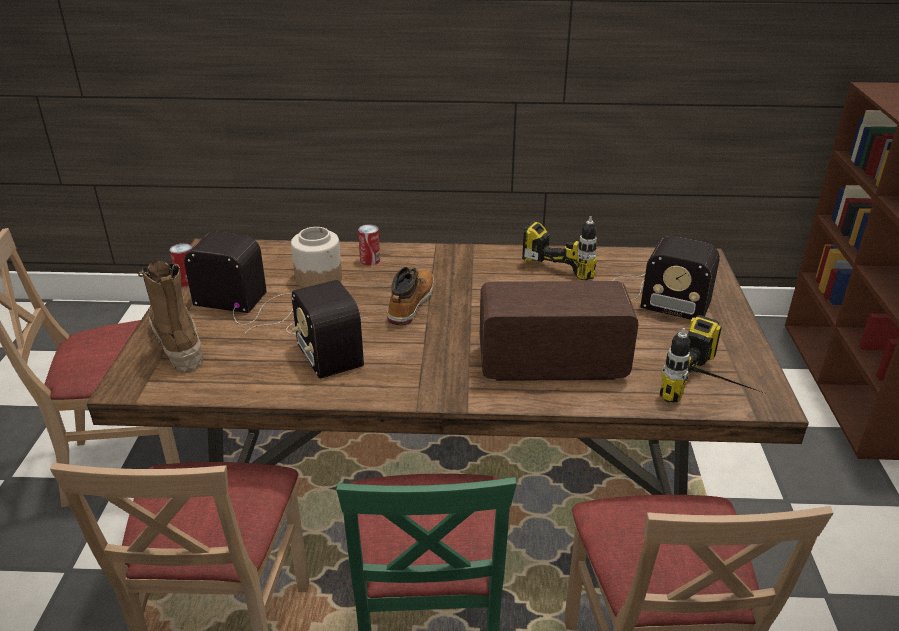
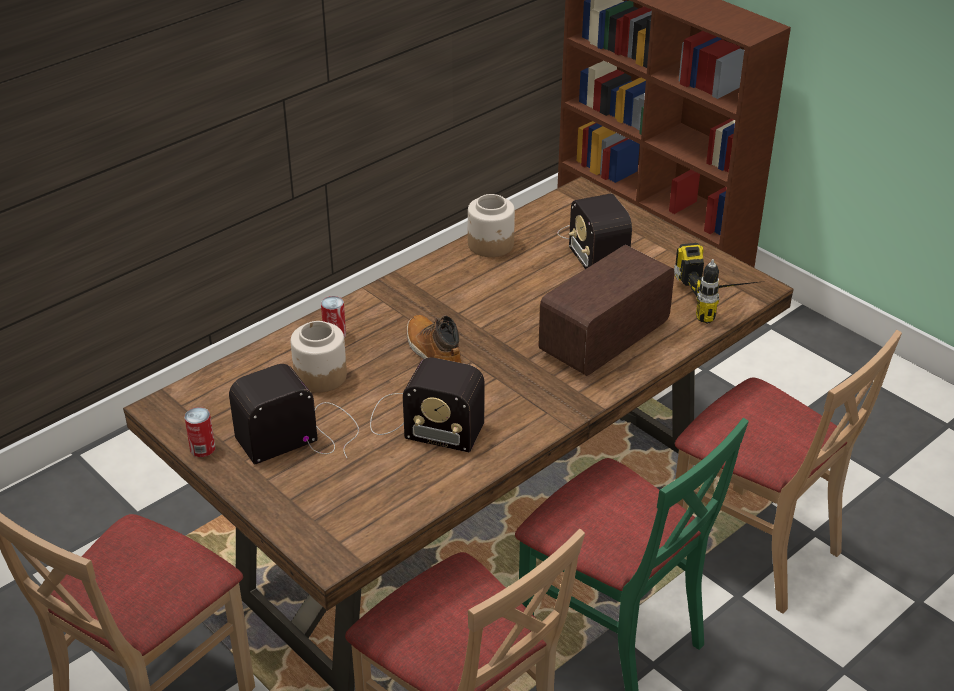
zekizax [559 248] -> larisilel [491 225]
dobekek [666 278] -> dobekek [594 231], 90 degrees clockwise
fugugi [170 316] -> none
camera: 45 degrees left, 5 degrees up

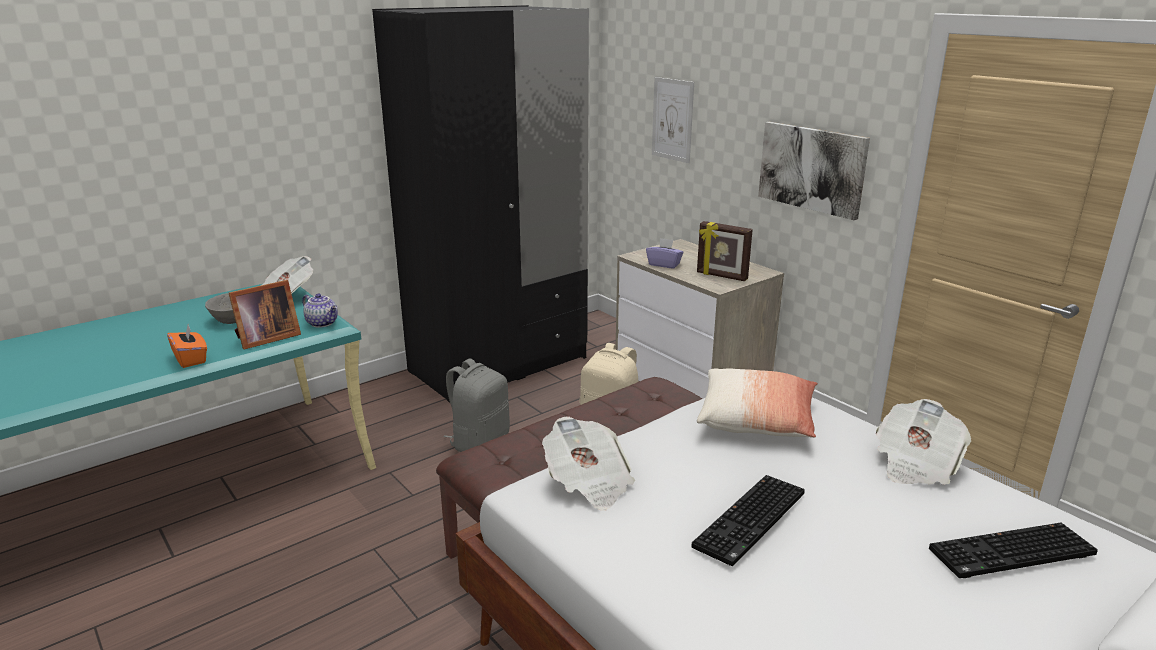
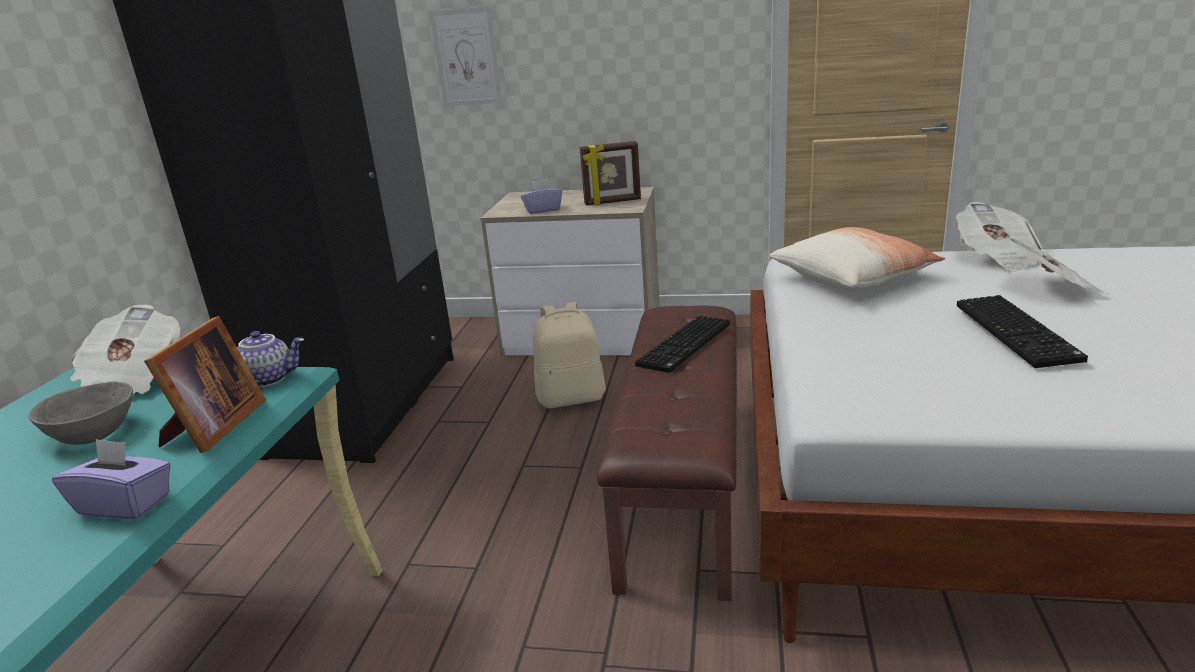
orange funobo [187 346] -> purple funobo [111 479]
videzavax [1013 550] -> videzavax [682 344], move
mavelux [588 463] -> mavelux [1056 265], move
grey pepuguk [476 405] -> none
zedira [814 171] -> none
camera: 40 degrees left, 0 degrees up

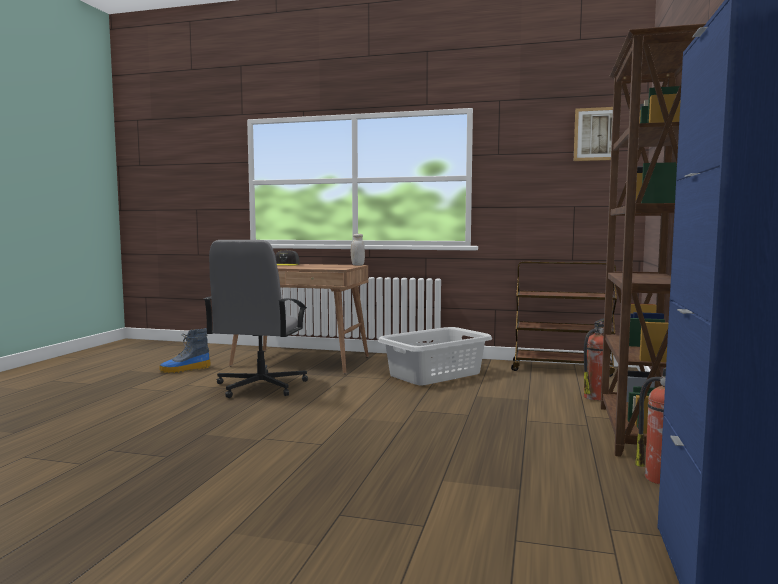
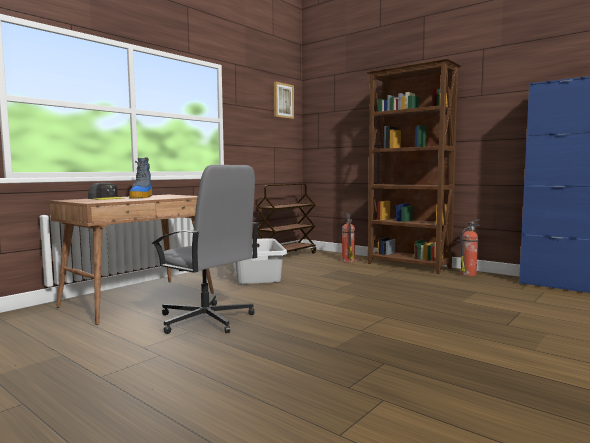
fugugi [185 350] -> fugugi [141 177], move
white larisilel [358 250] -> none
camera: 65 degrees left, 0 degrees up

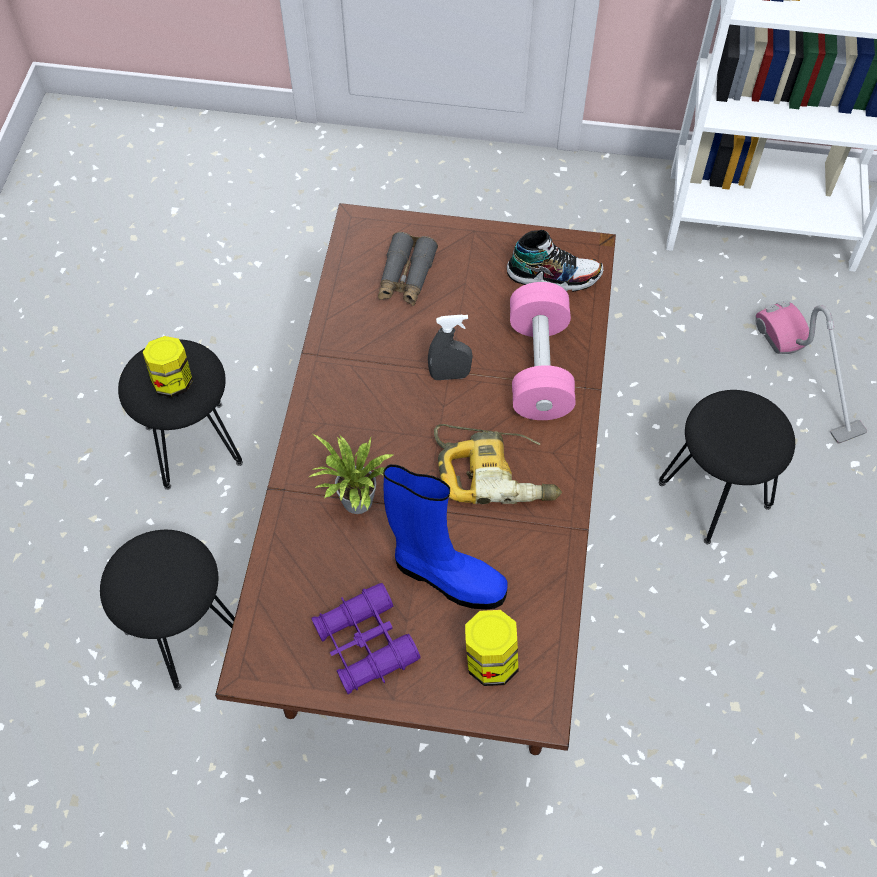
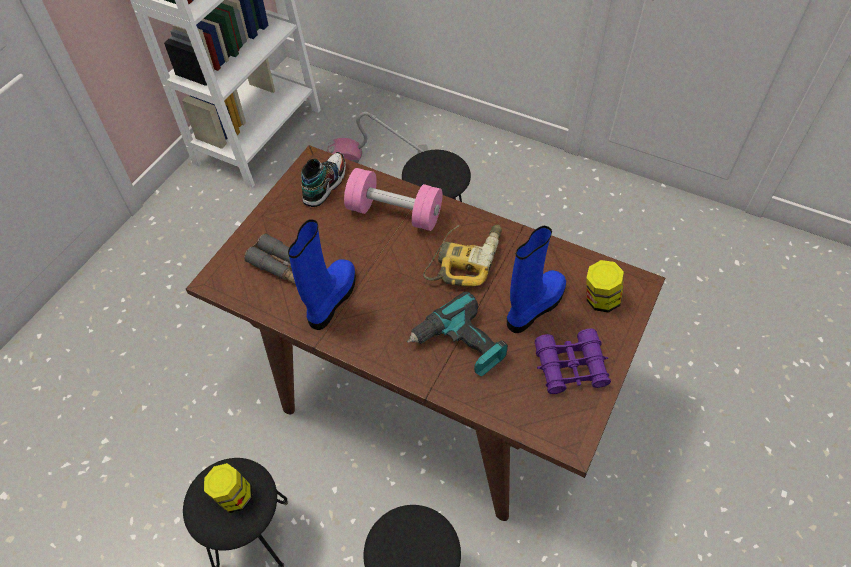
none -> blue fugugi [322 275]
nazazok [351 474] -> zekizax [457 334]
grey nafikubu [450 347] -> none
camera: 70 degrees left, 5 degrees down

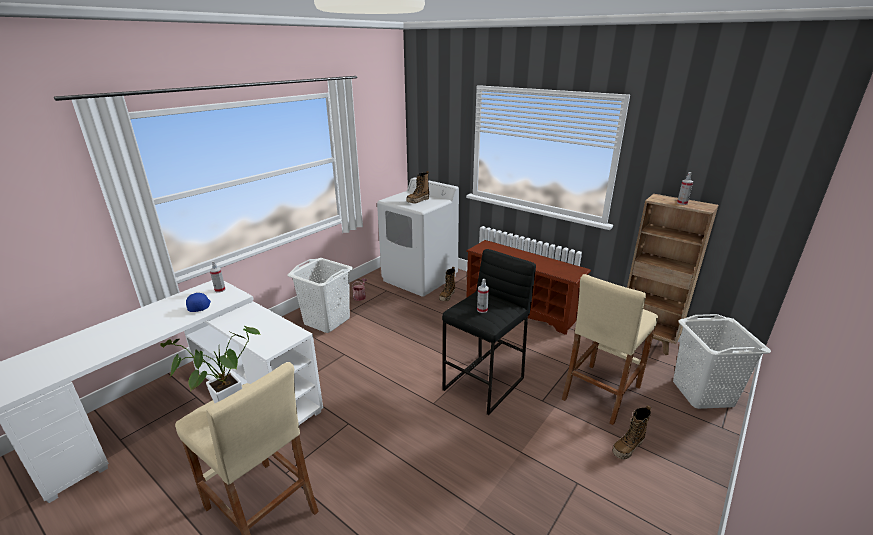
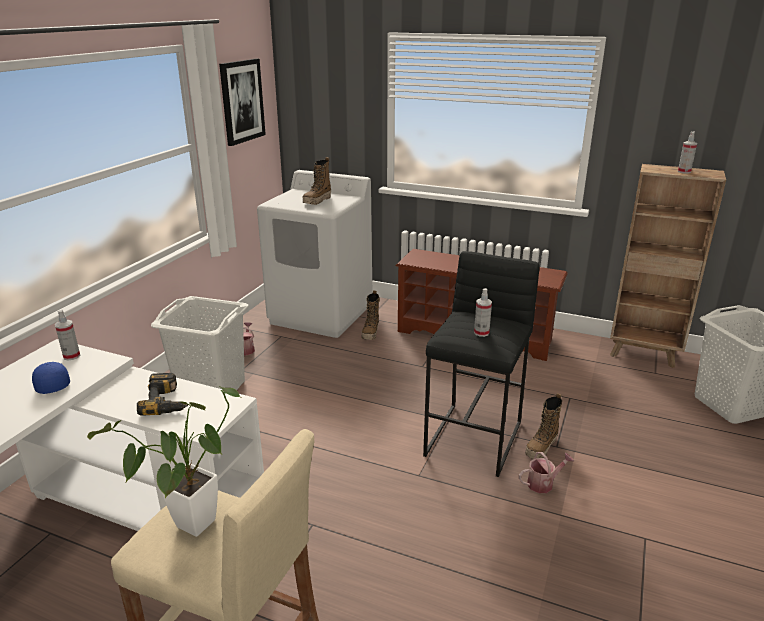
none -> zekizax [162 394]
none -> zedira [242 102]
none -> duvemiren [546 472]
fugugi [631 432] -> fugugi [543 426], move
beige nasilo [610 349] -> none
camera: 15 degrees left, 0 degrees up

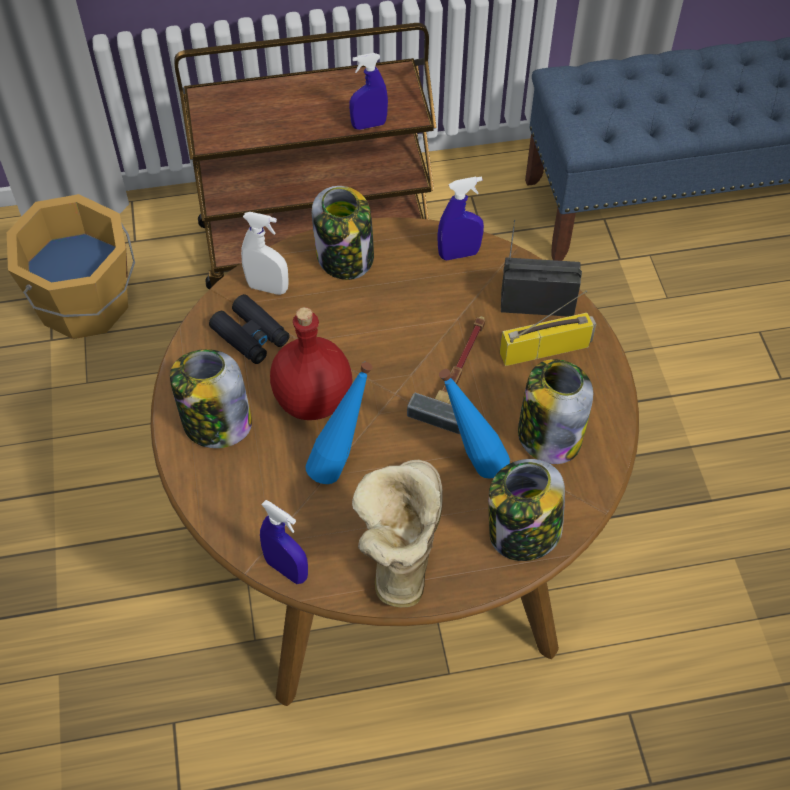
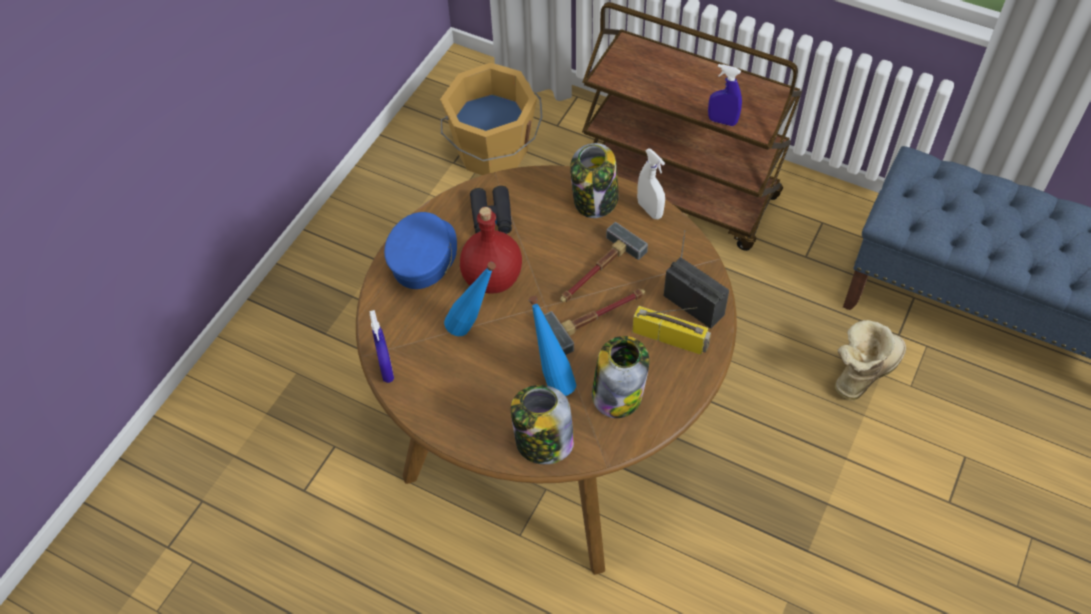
larisilel [211 398] -> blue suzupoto [420 250]
none -> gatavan [604 262]
white nafikubu [265 253] -> white nafikubu [651 183], move
fugugi [397 533] -> fugugi [870 360], move
blue nafikubu [460 218] -> none
camera: 40 degrees right, 0 degrees up

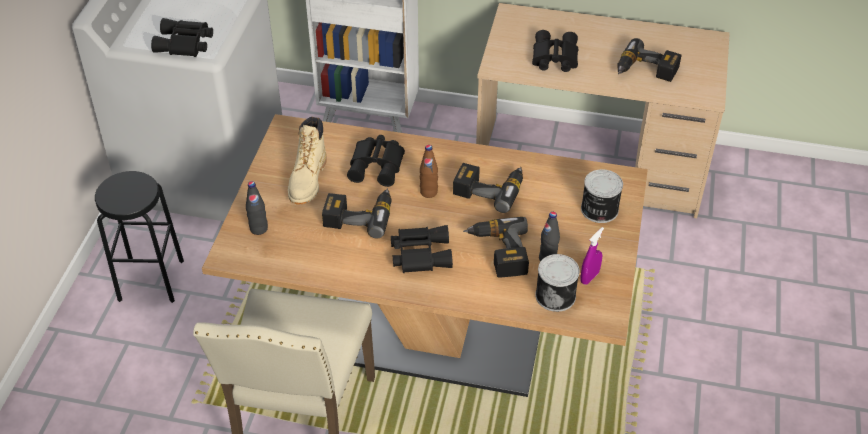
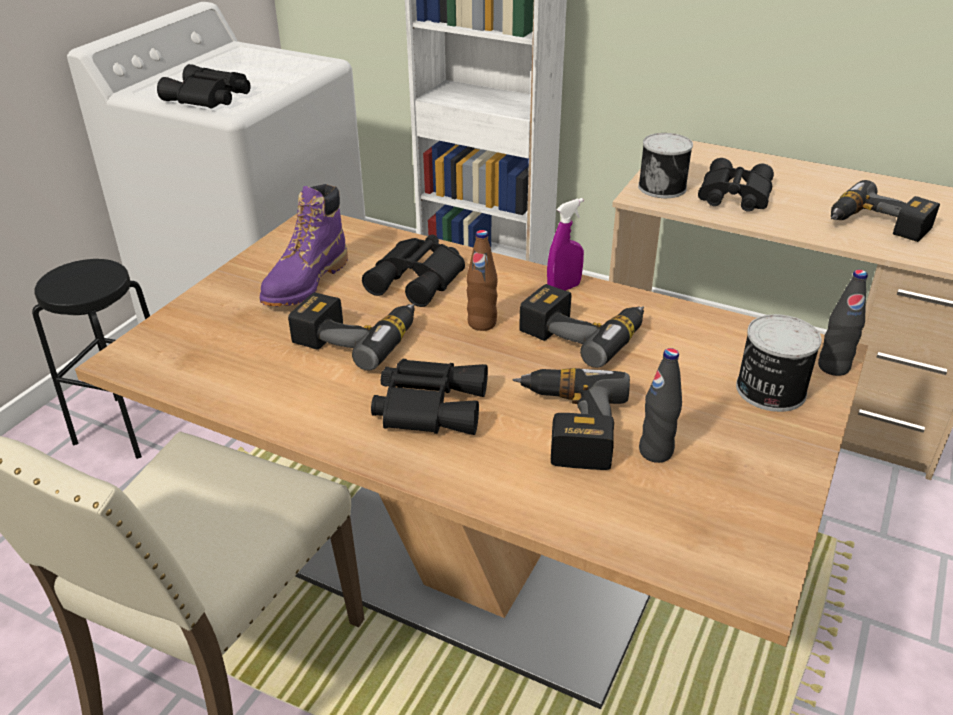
beige fugugi [307 161] -> purple fugugi [304 245]
purple nafikubu [592 256] -> purple nafikubu [565 244], move
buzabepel [557 283] -> buzabepel [665 165], move
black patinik [257 208] -> black patinik [843 323], move
camera: 15 degrees right, 10 degrees down

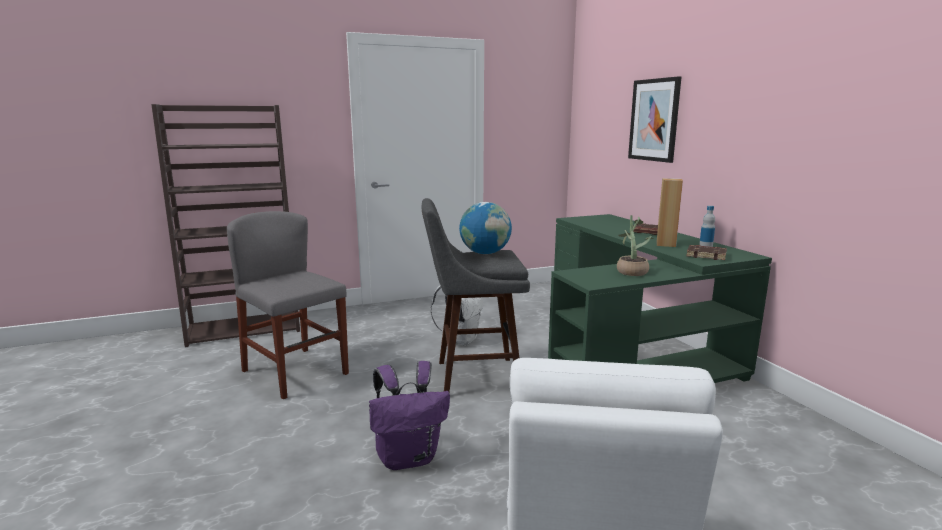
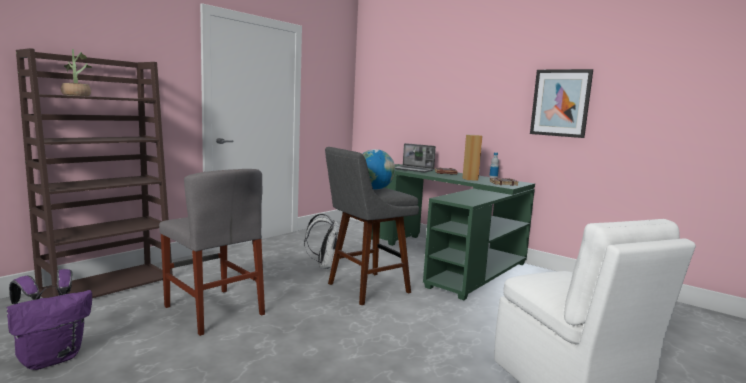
purple pepuguk [409 415] -> purple pepuguk [49 319], move
nazazok [635 245] -> nazazok [76 72], move
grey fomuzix [288 305] -> grey fomuzix [212 252], 150 degrees counterclockwise
none -> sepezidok [415 157]
zedira [654 119] -> zedira [561 103], move
camera: 30 degrees left, 5 degrees down

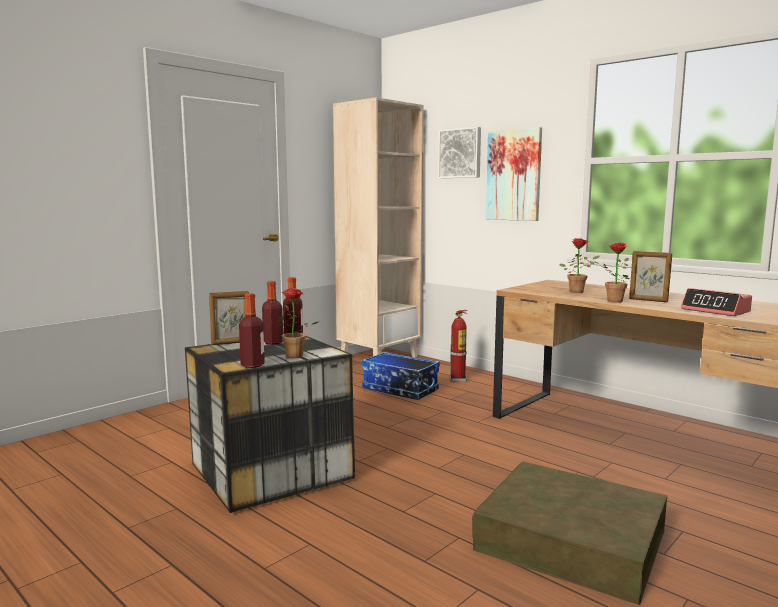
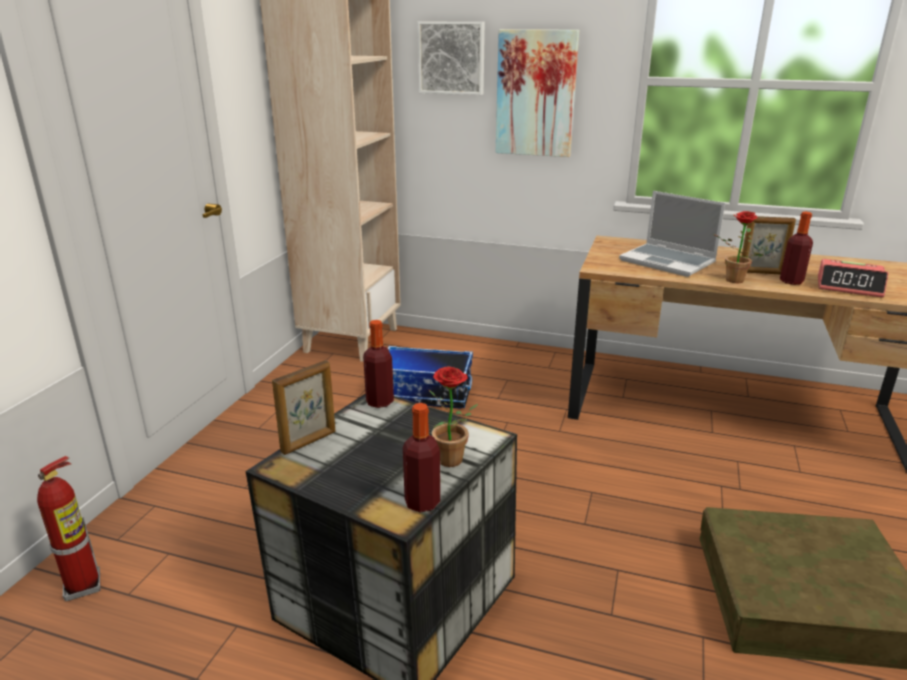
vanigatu [458 346] -> vanigatu [69 528], move
nazazok [579 265] -> sepezidok [672 234]
patinik [272 313] -> patinik [796 248], move
camera: 25 degrees left, 15 degrees up

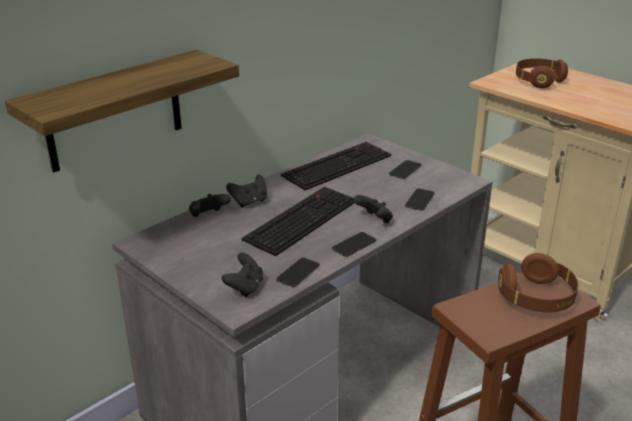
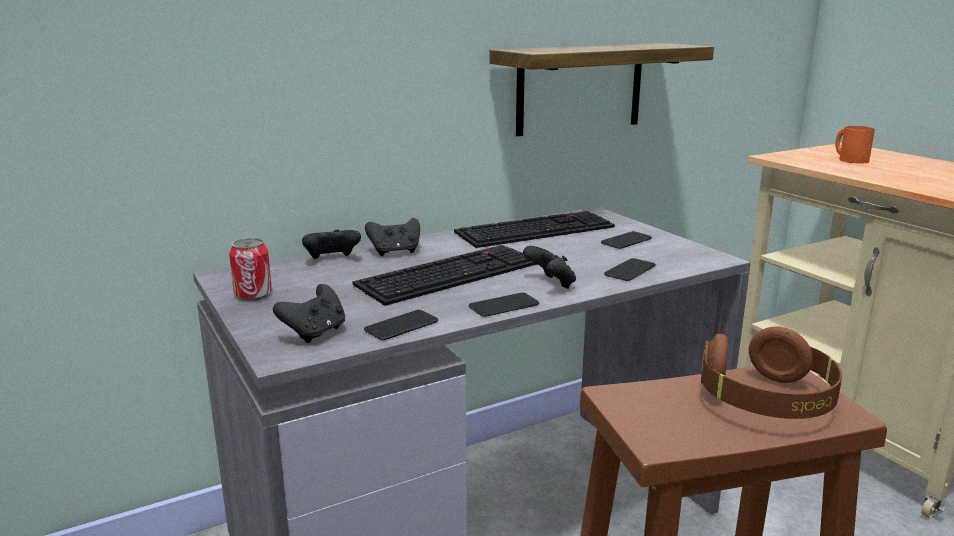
none -> buzabepel [250 269]
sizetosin [122 111] -> sizetosin [601 89], move
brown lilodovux [542 73] -> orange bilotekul [855 145]
camera: 15 degrees right, 10 degrees down

